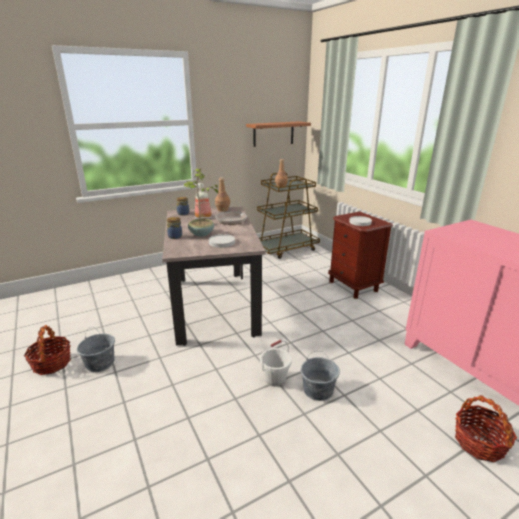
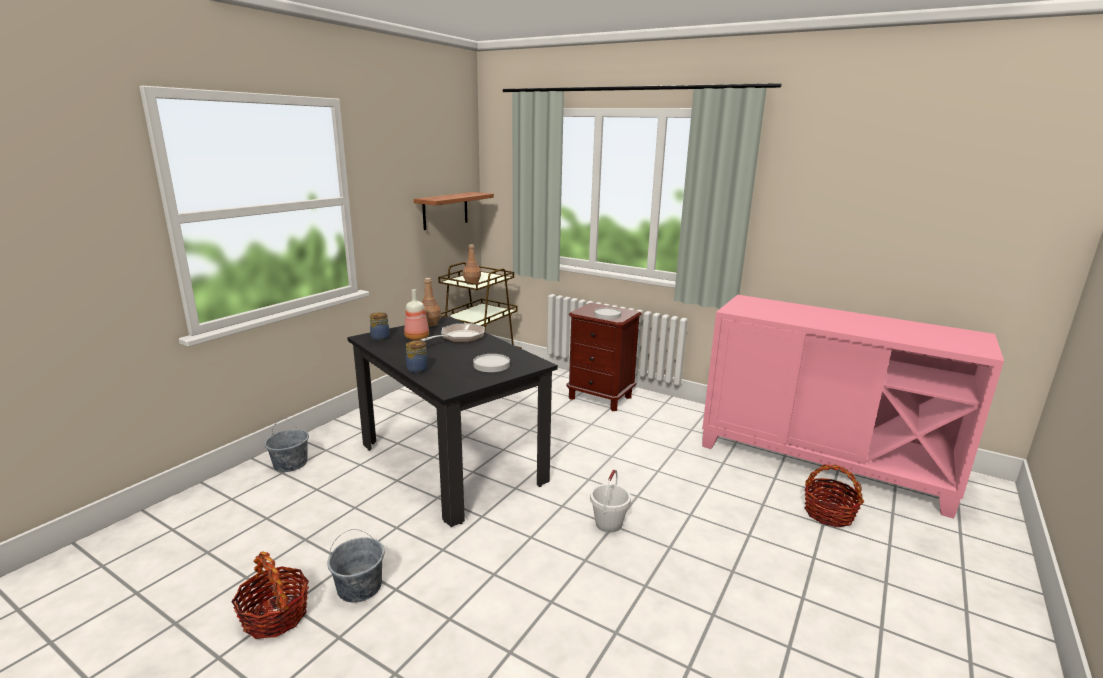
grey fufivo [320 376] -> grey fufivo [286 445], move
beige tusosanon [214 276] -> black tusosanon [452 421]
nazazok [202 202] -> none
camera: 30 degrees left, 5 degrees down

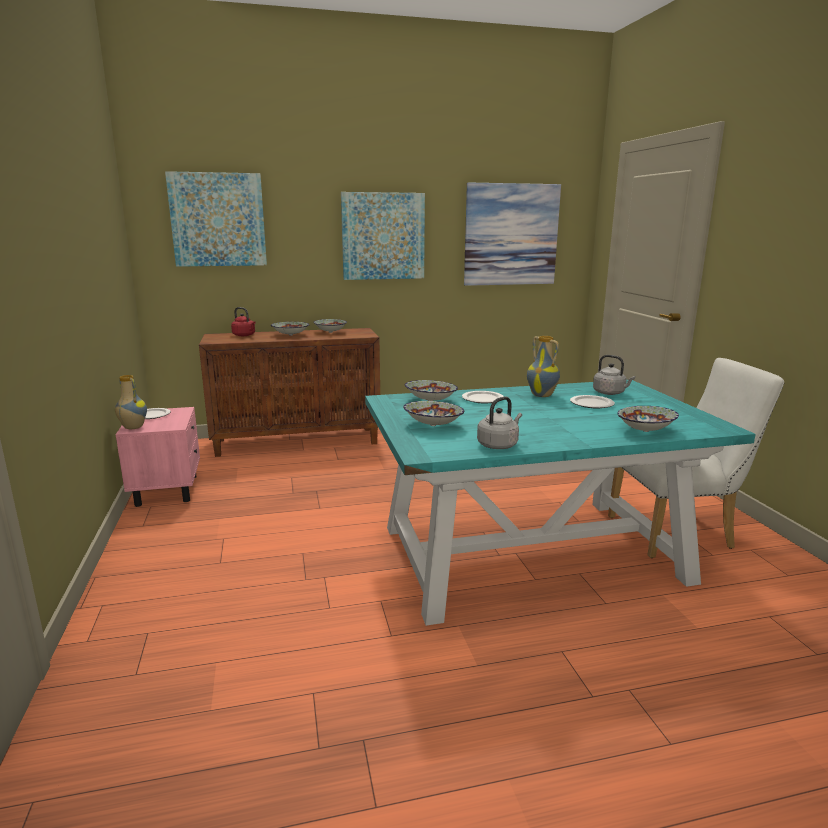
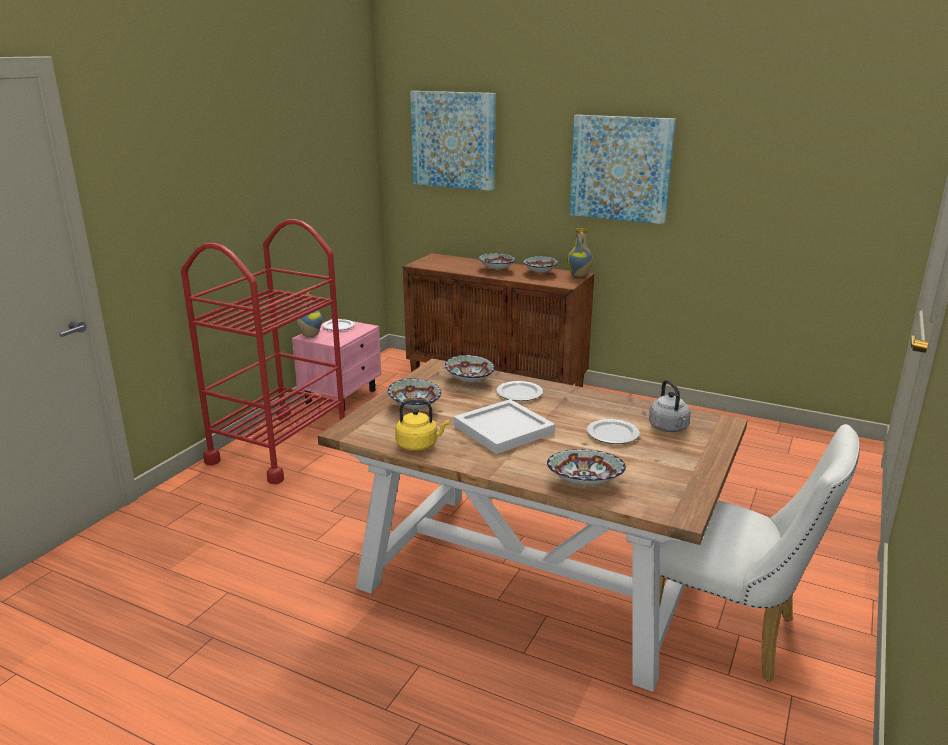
none -> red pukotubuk [263 351]
turquoise tusosanon [560 503] -> brown tusosanon [533 525]
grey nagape [499 422] -> yellow nagape [422 425]
none -> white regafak [504 426]
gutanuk [543 366] -> gutanuk [580 252], move
red nagape [243 321] -> none
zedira [512 234] -> none
camera: 40 degrees right, 5 degrees up

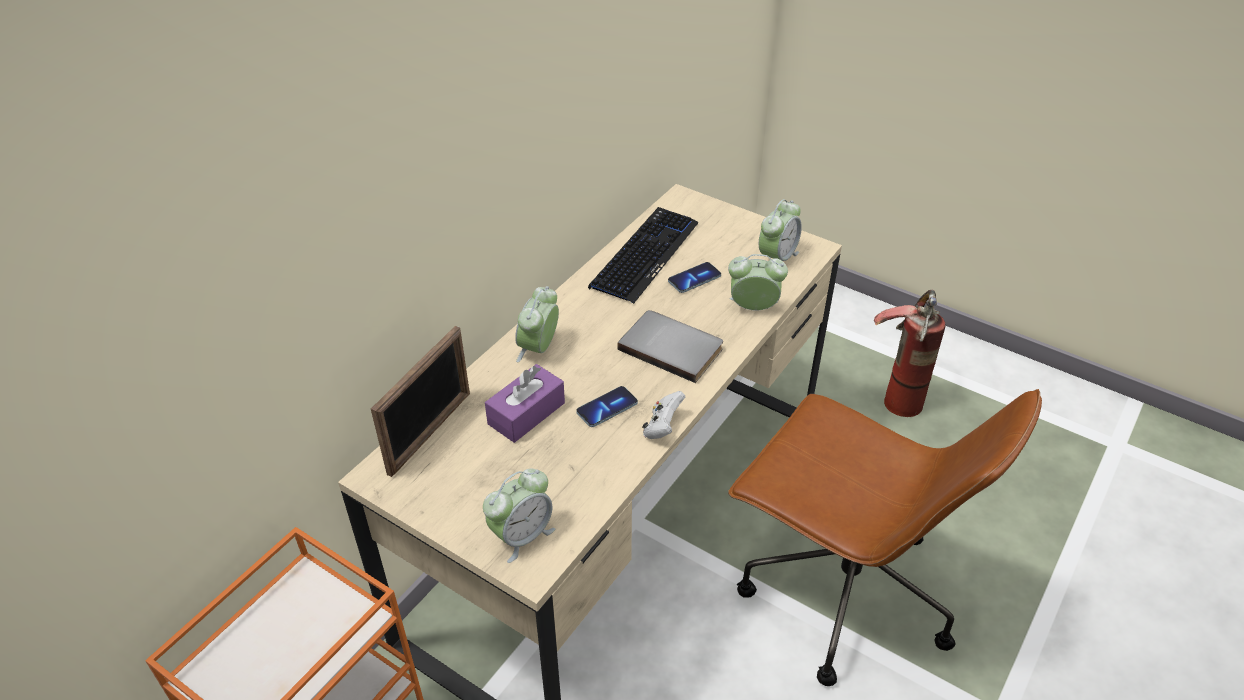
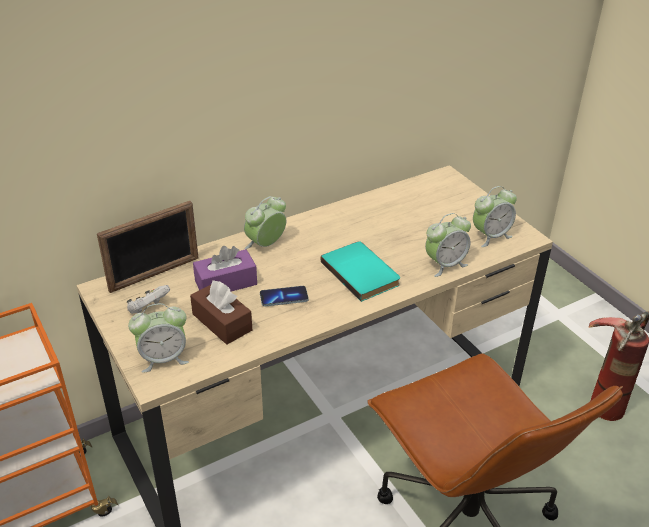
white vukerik [663 415] -> white vukerik [148 299], move
none -> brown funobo [221 313]
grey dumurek [670 346] -> turquoise dumurek [360 271]
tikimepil [758 282] -> tikimepil [448 245], 120 degrees clockwise
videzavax [643 255] -> none
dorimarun [694 277] -> none
camera: 25 degrees right, 5 degrees down

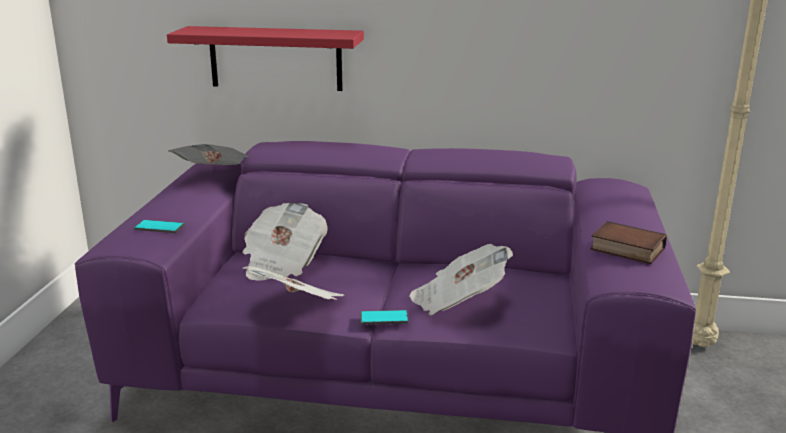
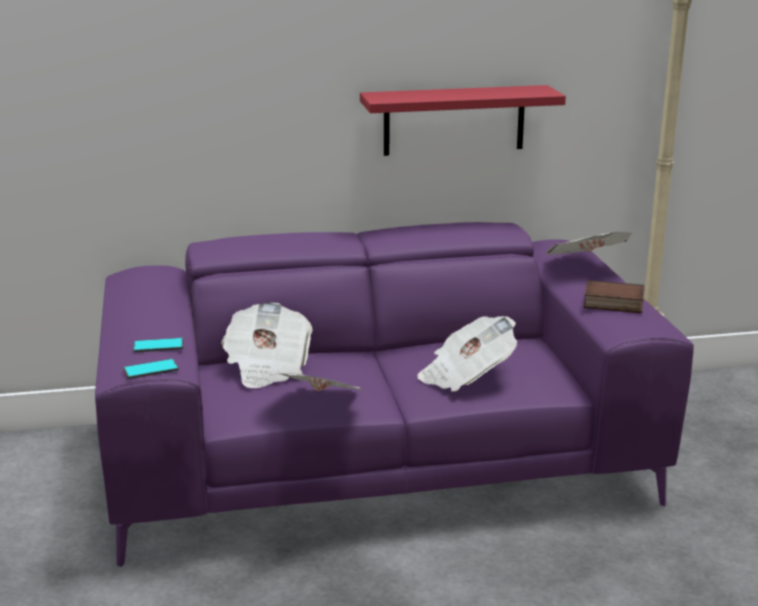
dorimarun [384 317] -> dorimarun [151 369], move
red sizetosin [265 58] -> red sizetosin [463 120], move
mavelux [209 154] -> mavelux [588 243], move
camera: 20 degrees left, 0 degrees up

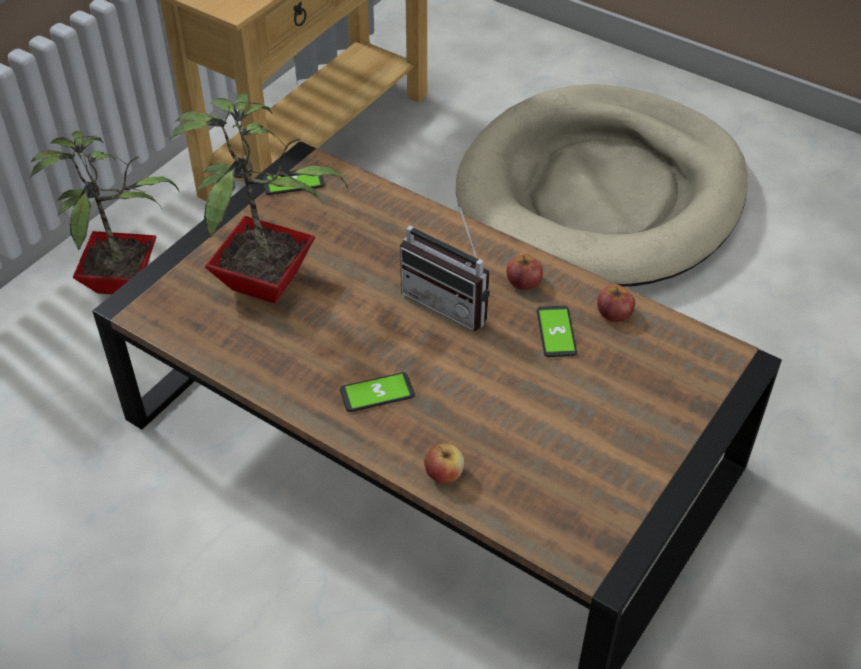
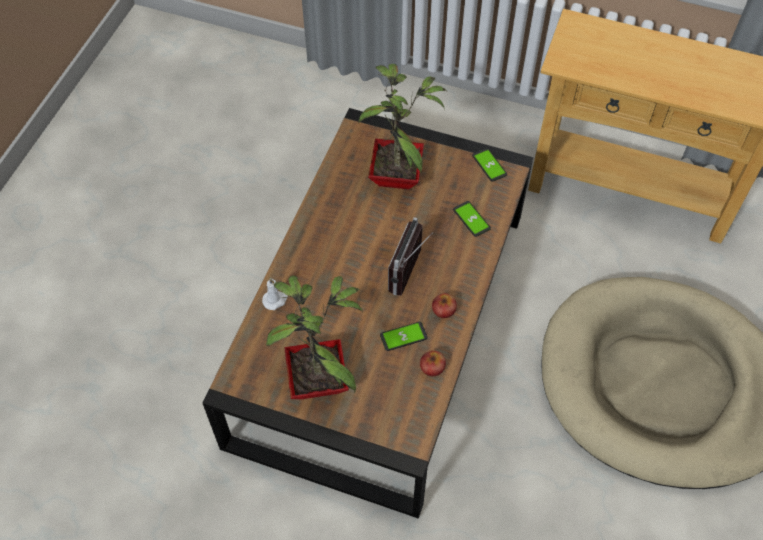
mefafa [444 463] -> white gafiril [275 294]
nazazok [105 212] -> nazazok [314 337], move
dorimarun [377 392] -> dorimarun [472 219], move
camera: 75 degrees right, 10 degrees up

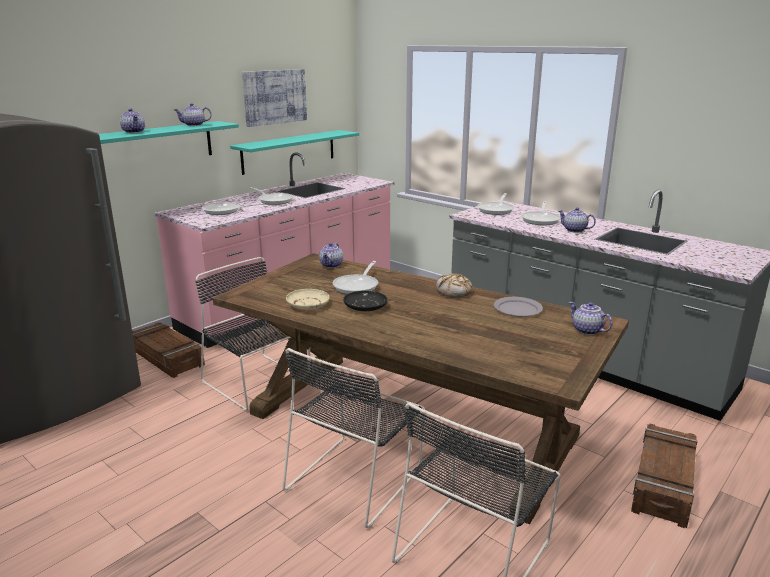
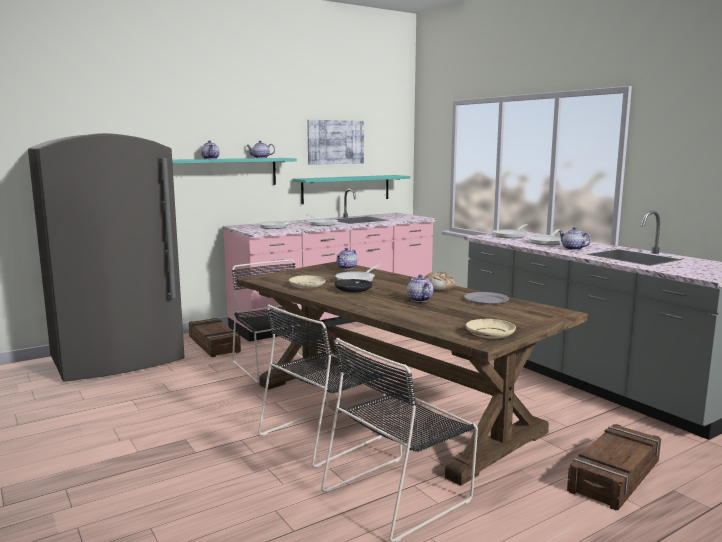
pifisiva [591 318] -> pifisiva [420 288], move
none -> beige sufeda [491 329]
camera: 15 degrees right, 10 degrees down

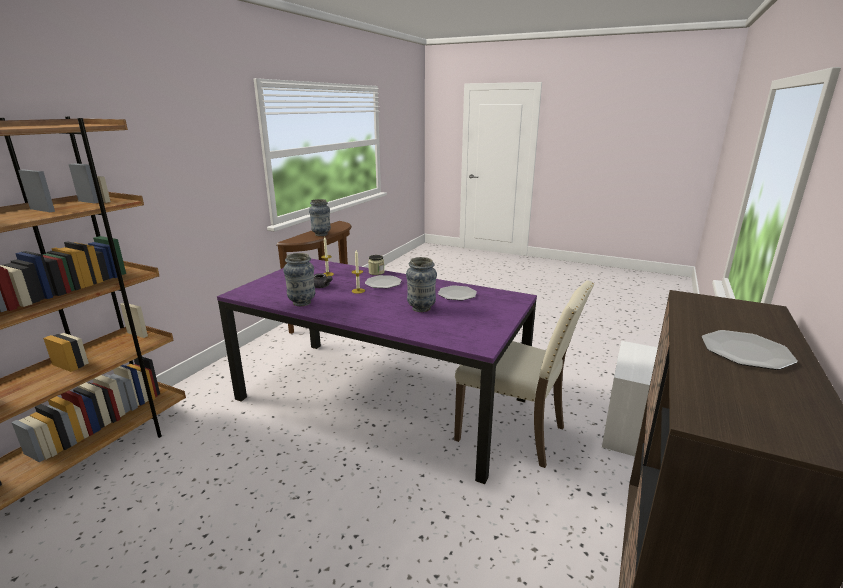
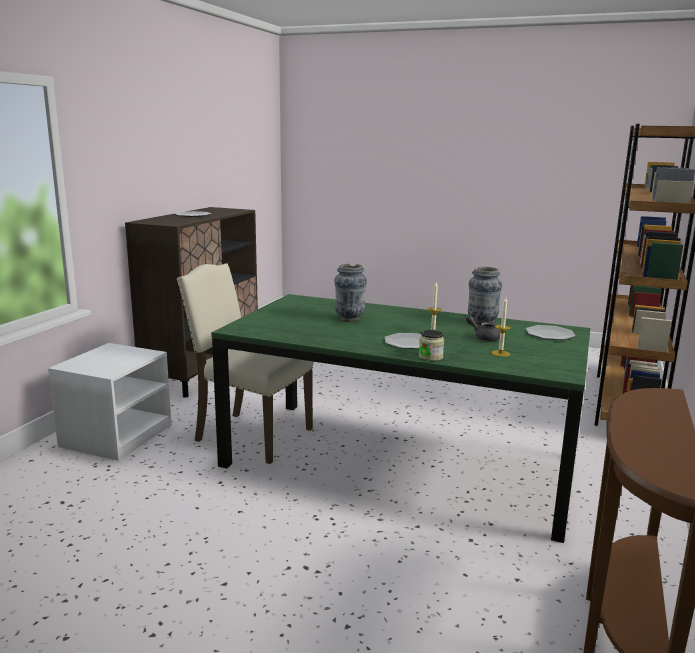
purple tusosanon [377 371] -> green tusosanon [400 418]
sufeda [457 293] -> sufeda [550 332], move
gutanuk [320 217] -> none
camera: 175 degrees right, 5 degrees down

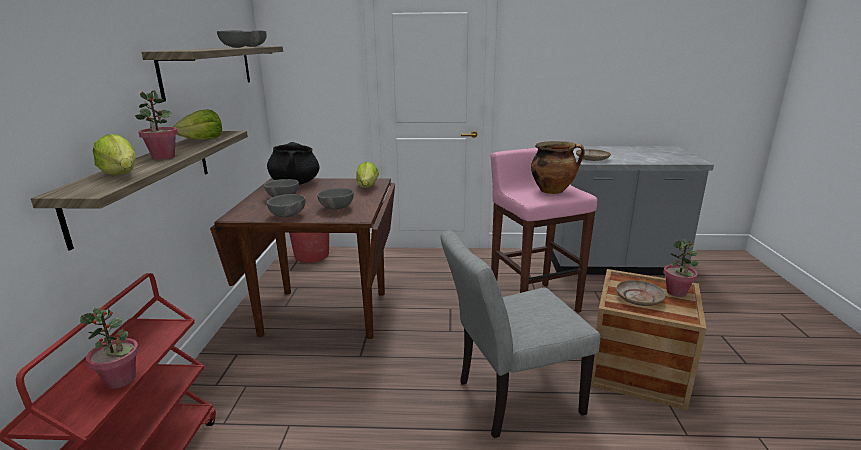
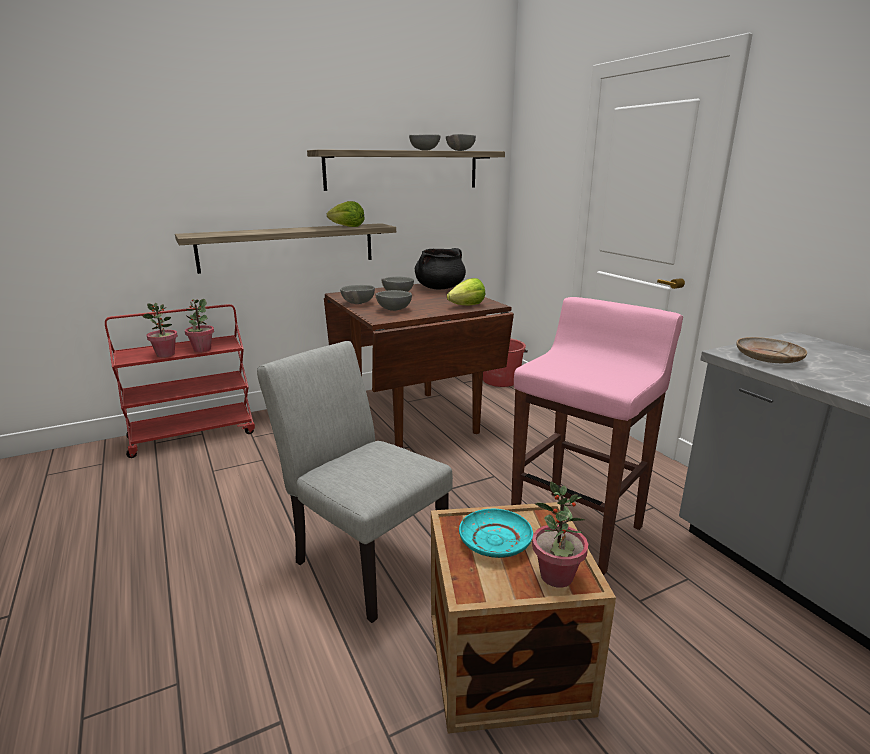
nazazok [156 124] -> nazazok [199 325], move
beige sufeda [641 293] -> turquoise sufeda [496 533]
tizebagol [114 154] -> none
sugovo [558 167] -> none
camera: 60 degrees right, 0 degrees up

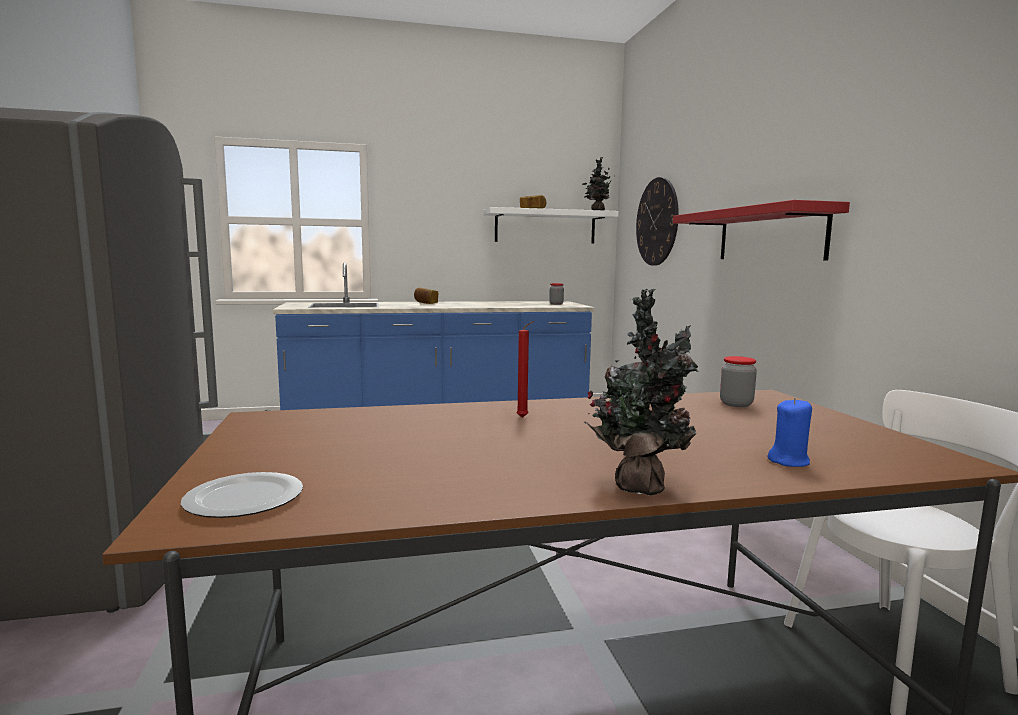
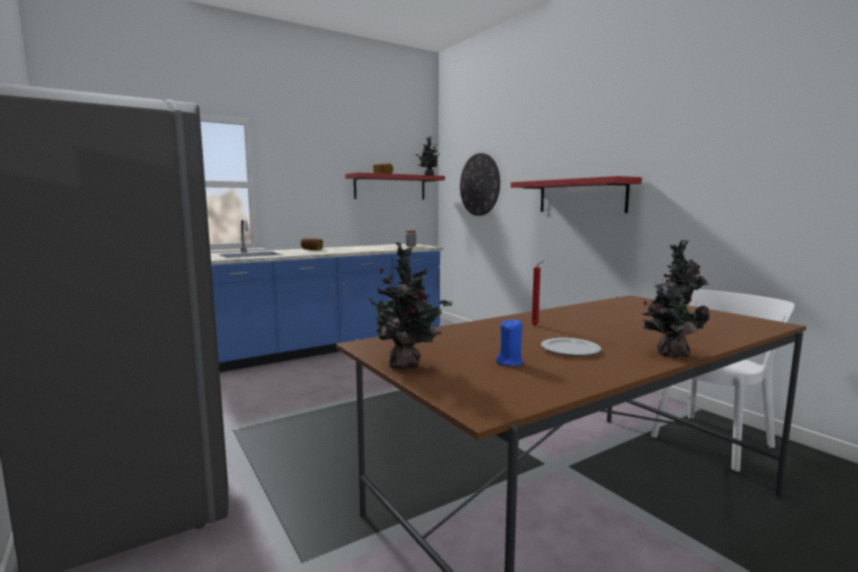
white sizetosin [551 225] -> red sizetosin [395 186]
none -> nazazok [407 305]
blue gafiril [789 432] -> blue gafiril [509 342], move
sufeda [242 495] -> sufeda [571 347], move
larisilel [738 381] -> none
camera: 20 degrees left, 0 degrees up

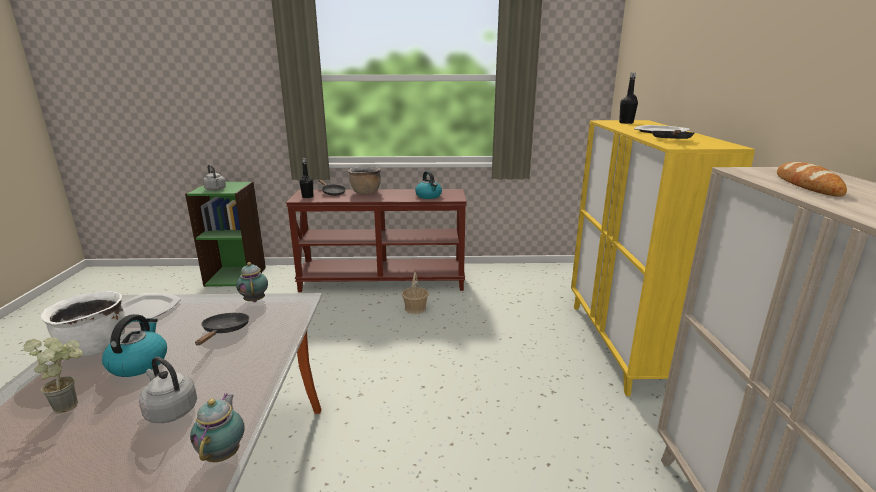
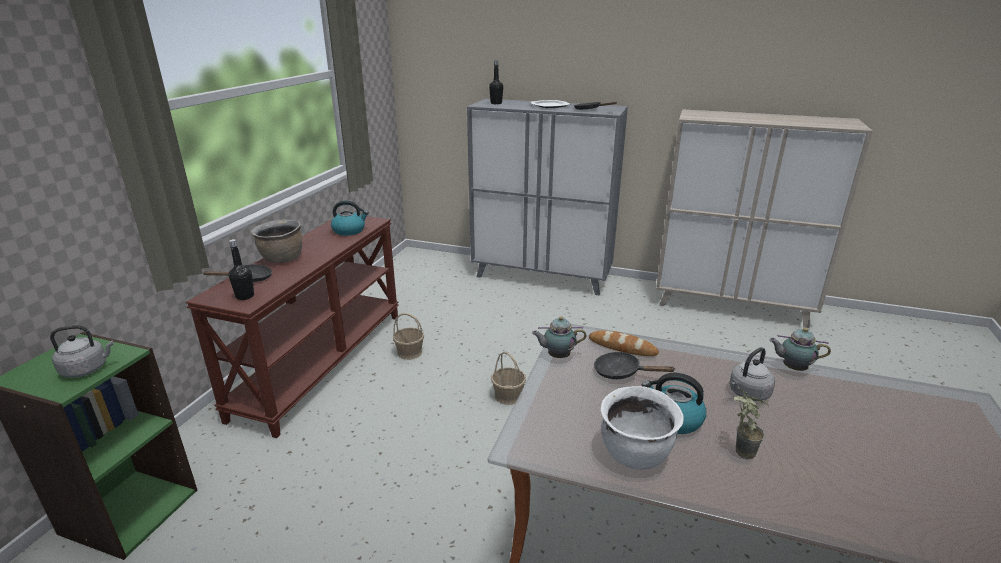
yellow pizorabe [663 258] -> grey pizorabe [547 197]
none -> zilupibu [508 378]
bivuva [812 179] -> bivuva [624 343], move
sufeda [151 307] -> none
camera: 70 degrees left, 5 degrees up

